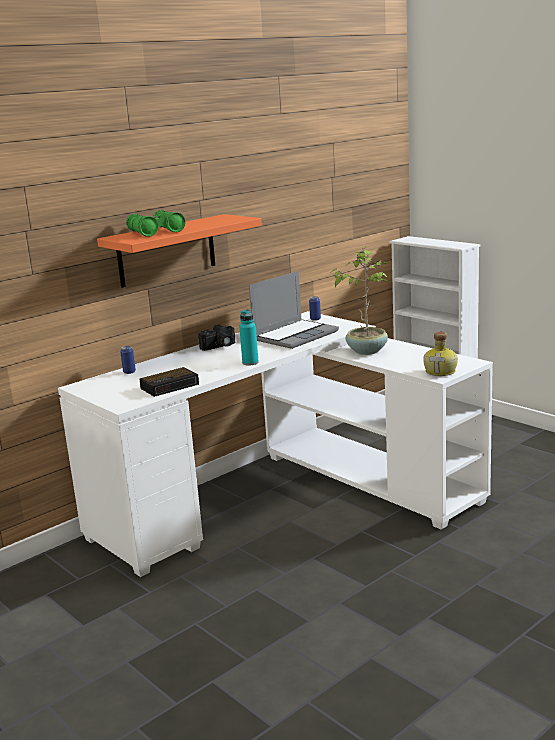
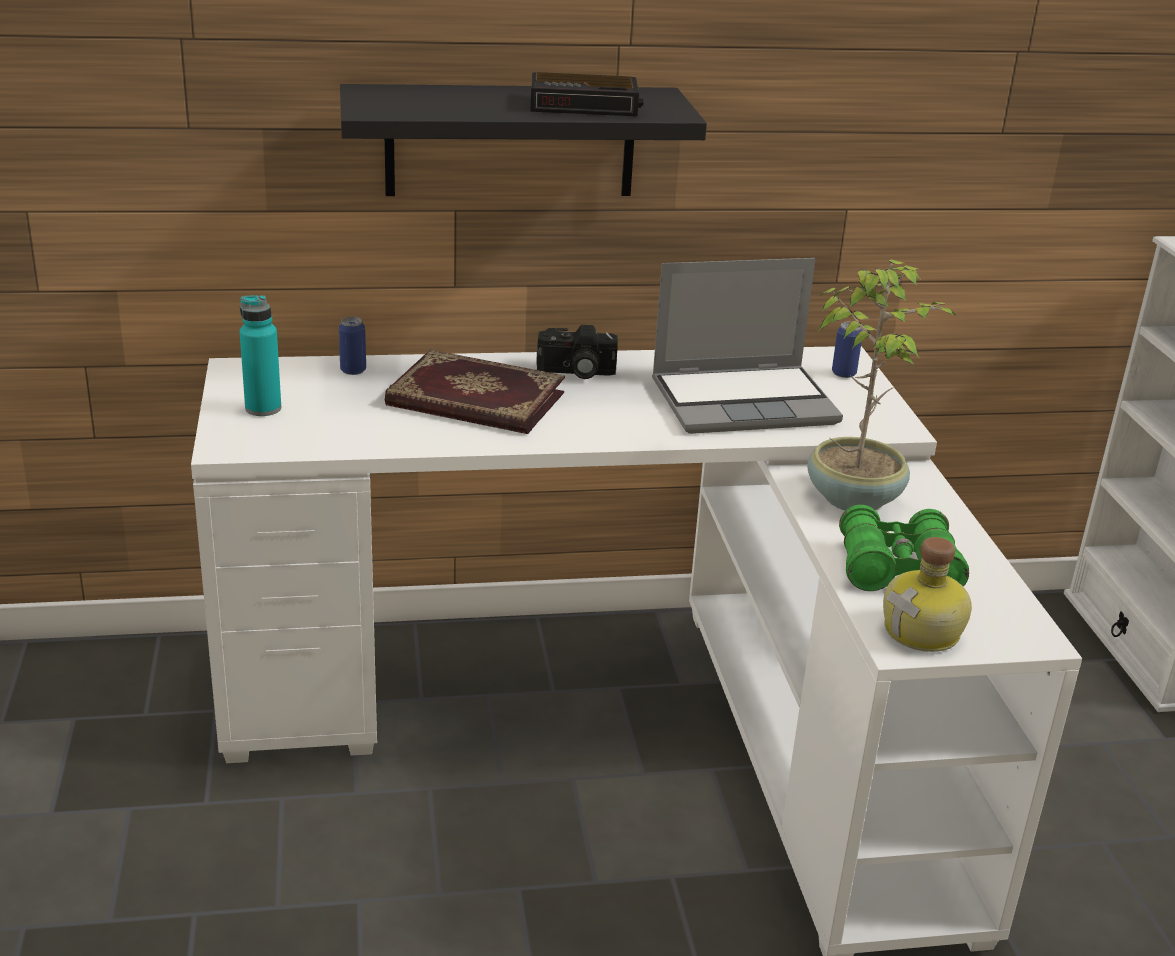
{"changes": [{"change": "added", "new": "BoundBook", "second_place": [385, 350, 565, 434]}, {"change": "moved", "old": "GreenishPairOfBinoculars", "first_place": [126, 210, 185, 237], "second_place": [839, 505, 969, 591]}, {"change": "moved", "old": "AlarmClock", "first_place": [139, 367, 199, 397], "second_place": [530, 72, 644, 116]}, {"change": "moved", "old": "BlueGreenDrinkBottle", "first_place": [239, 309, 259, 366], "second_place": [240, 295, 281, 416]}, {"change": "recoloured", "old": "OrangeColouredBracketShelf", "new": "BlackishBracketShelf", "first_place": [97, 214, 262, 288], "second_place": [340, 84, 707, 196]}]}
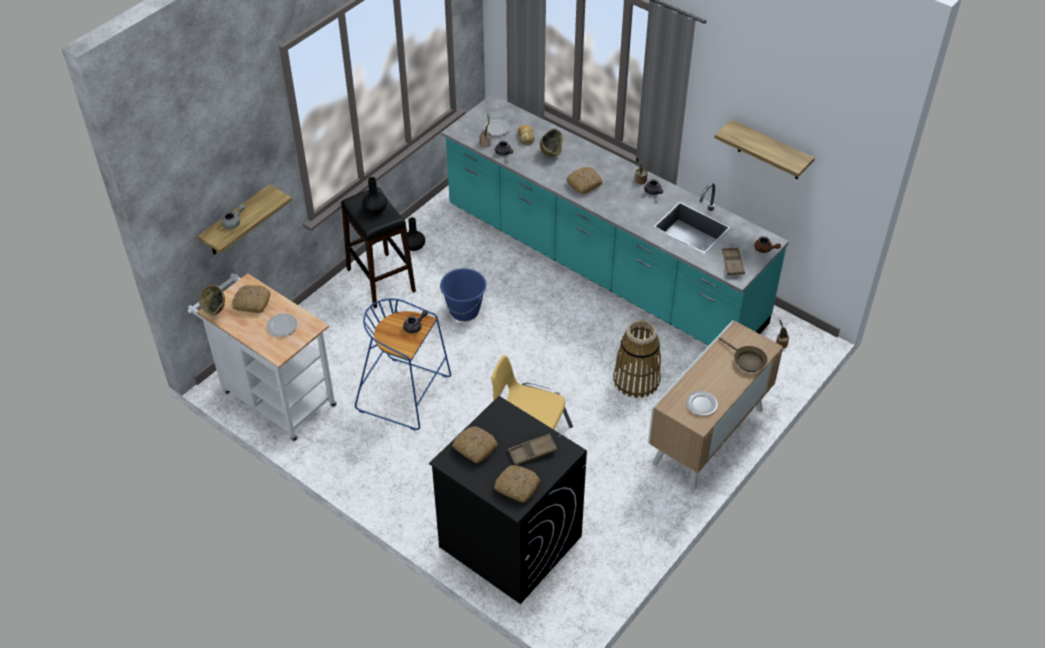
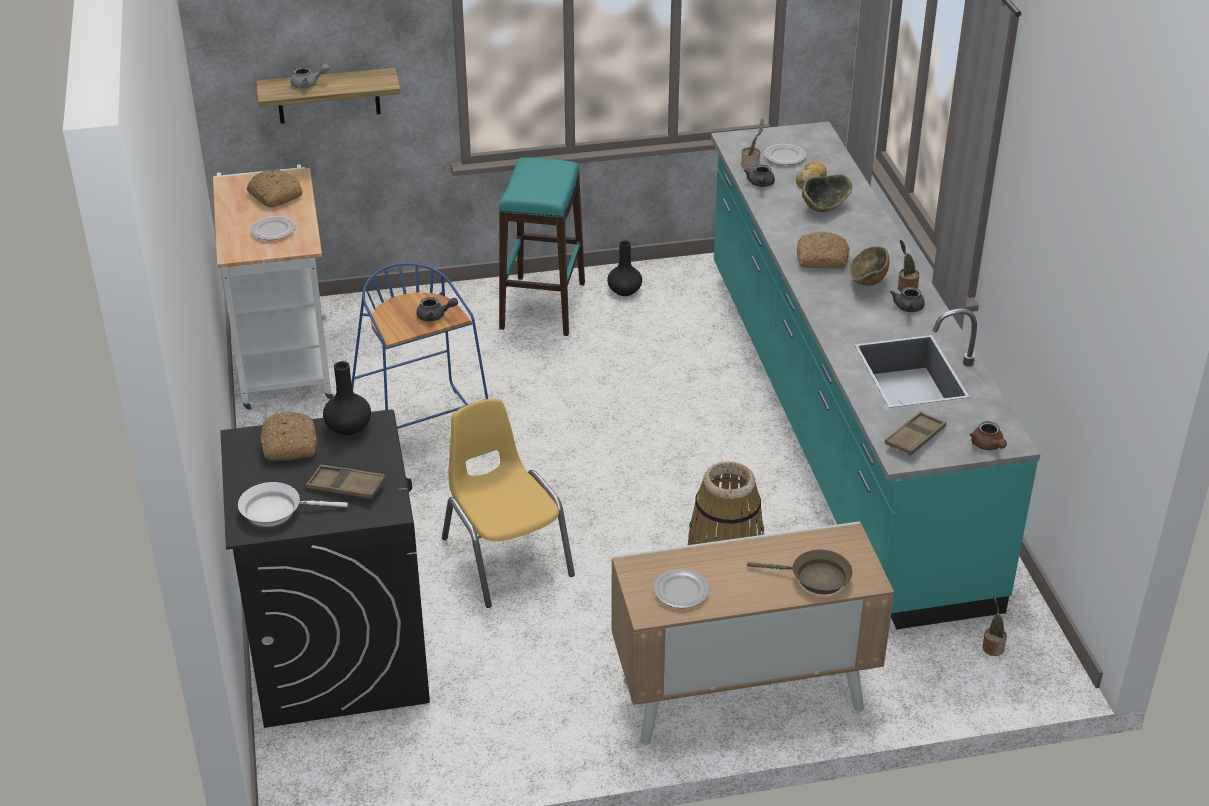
{"changes": [{"change": "removed", "old": "BluishBucket", "first_place": [440, 268, 487, 321]}, {"change": "removed", "old": "BracketShelf", "first_place": [714, 119, 815, 179]}, {"change": "moved", "old": "DeepDish", "first_place": [199, 285, 225, 315], "second_place": [850, 246, 889, 286]}, {"change": "moved", "old": "BlackishFlowerVase", "first_place": [362, 177, 387, 214], "second_place": [323, 361, 371, 435]}, {"change": "replaced", "old": "Bread", "new": "WhitishFryingPan", "first_place": [494, 465, 540, 502], "second_place": [238, 482, 348, 527]}, {"change": "recoloured", "old": "BlackishStoolSeat", "new": "BlueGreenStoolSeat", "first_place": [341, 187, 416, 309], "second_place": [499, 158, 585, 336]}, {"change": "turned", "old": "BrownColouredFryingPan", "first_place": [719, 337, 767, 372], "second_place": [747, 550, 853, 594], "degrees": -75}]}
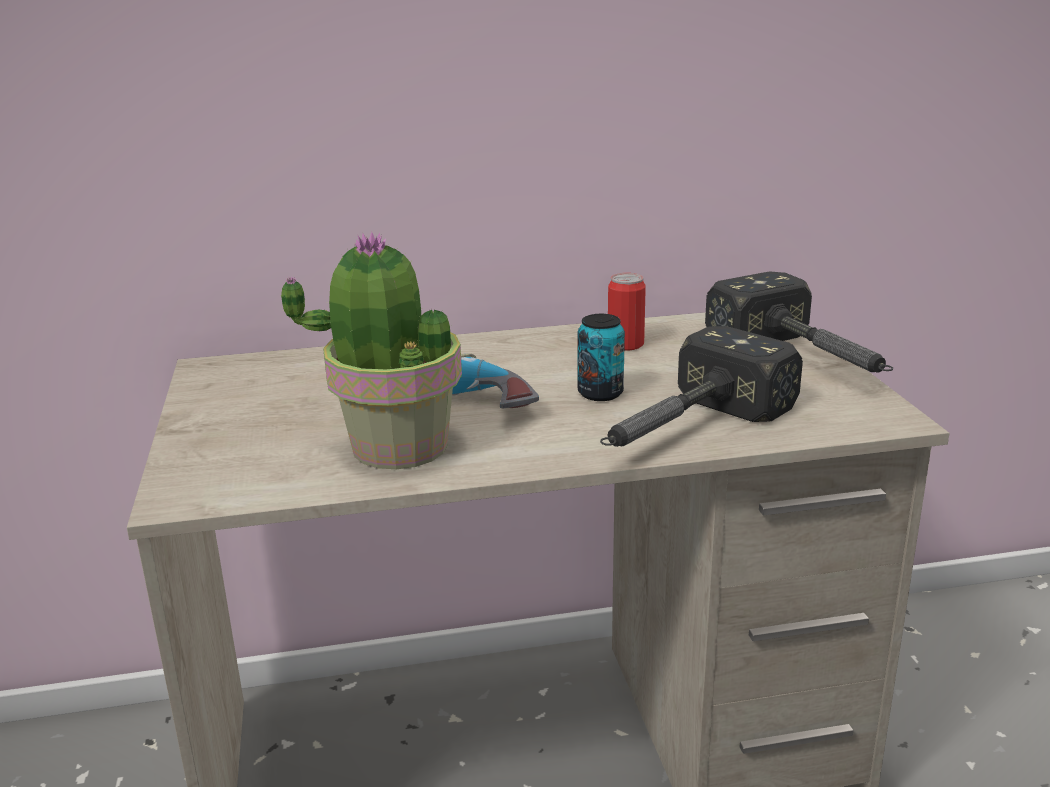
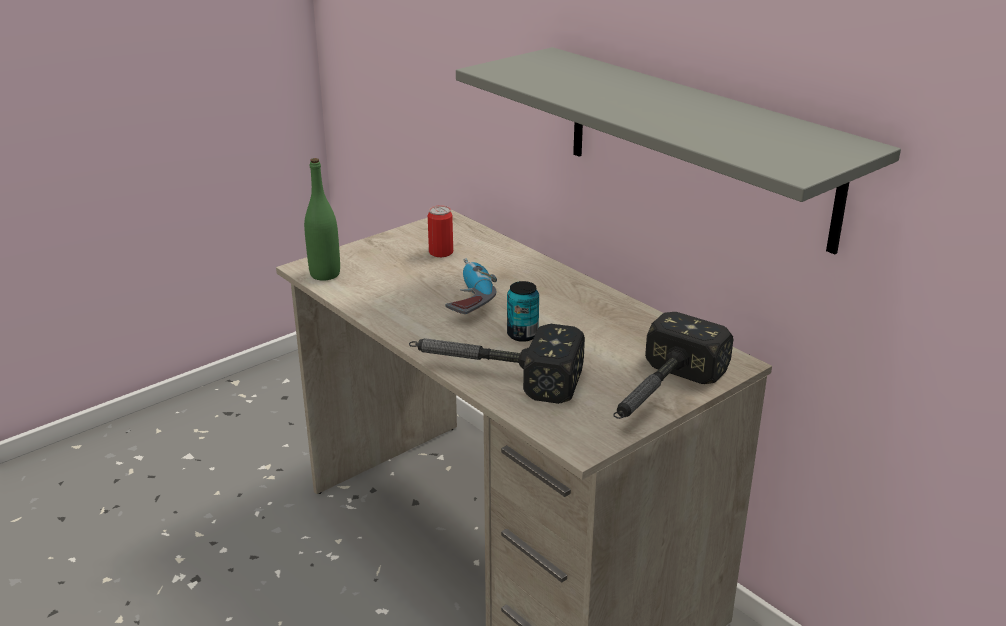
{"changes": [{"change": "removed", "old": "Houseplant", "first_place": [281, 232, 462, 469]}, {"change": "added", "new": "GreenishDrinkBottle", "second_place": [304, 158, 340, 280]}, {"change": "added", "new": "GreyishBracketShelf", "second_place": [456, 47, 901, 254]}, {"change": "moved", "old": "Can", "first_place": [608, 273, 646, 351], "second_place": [428, 205, 453, 257]}]}
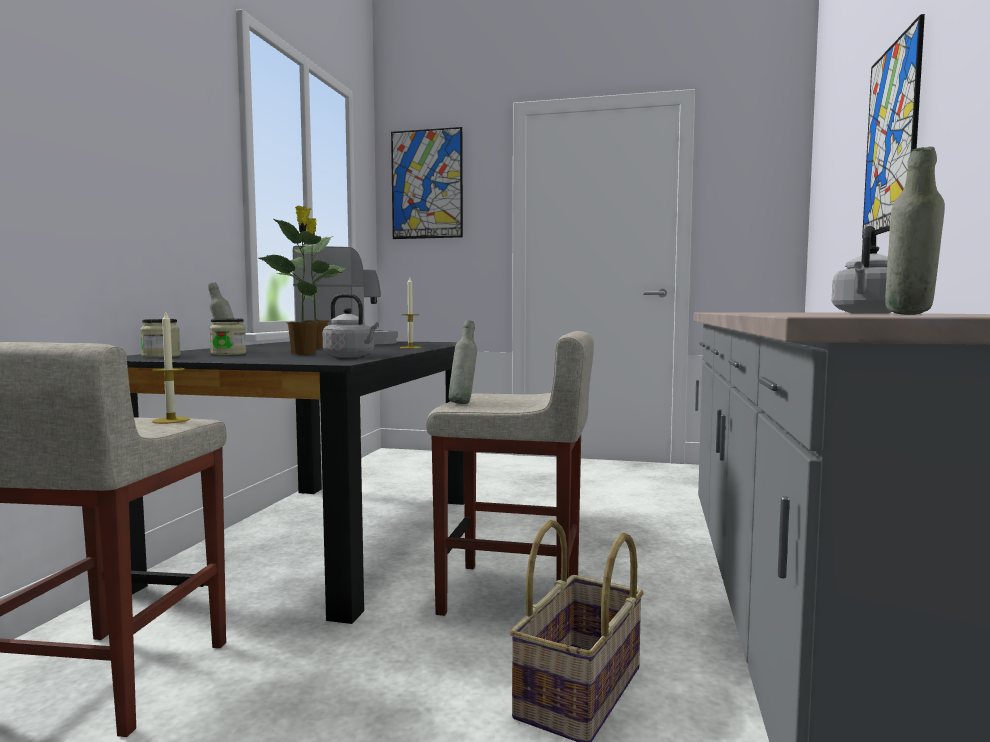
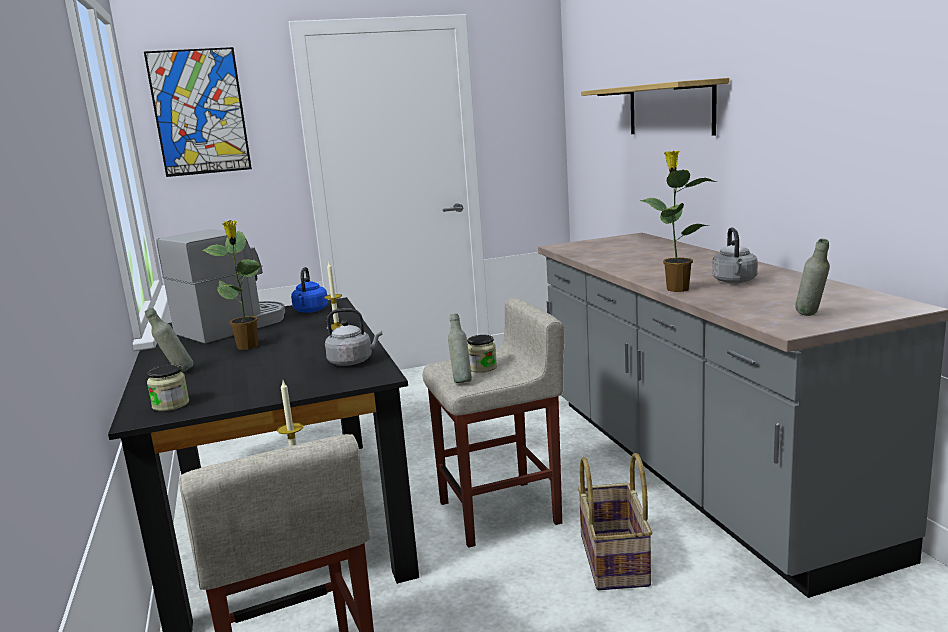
{"changes": [{"change": "added", "new": "BluishWaterKettle", "second_place": [291, 267, 328, 313]}, {"change": "moved", "old": "PreserveJar", "first_place": [209, 318, 246, 355], "second_place": [467, 335, 497, 373]}, {"change": "moved", "old": "Houseplant", "first_place": [259, 206, 343, 354], "second_place": [640, 150, 716, 292]}, {"change": "replaced", "old": "WallArt", "new": "BracketShelf", "first_place": [862, 14, 925, 239], "second_place": [581, 78, 729, 136]}]}
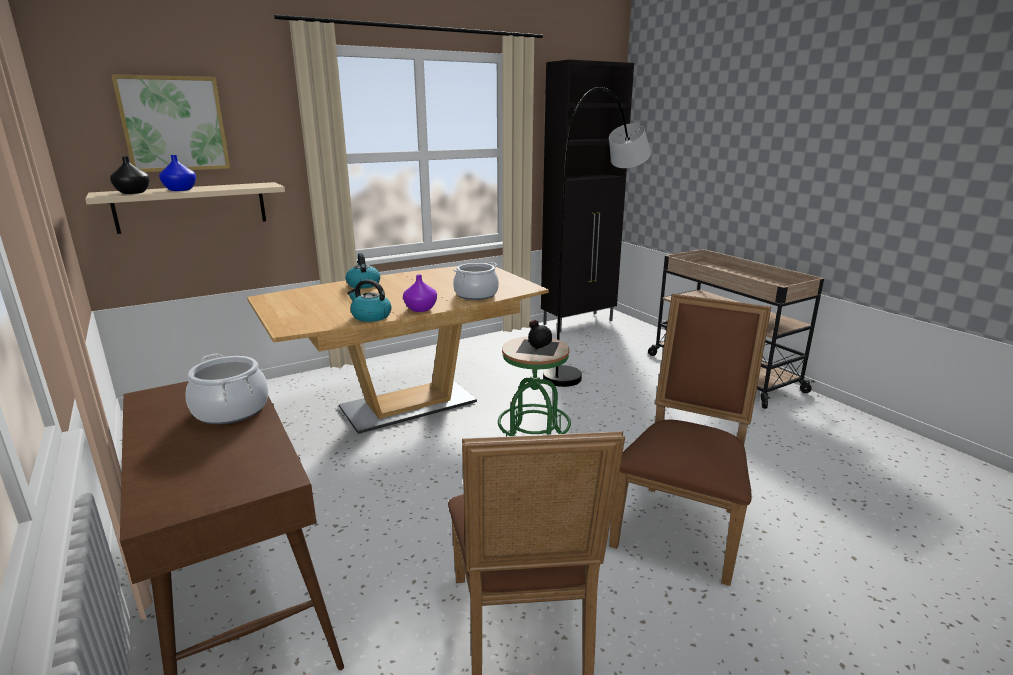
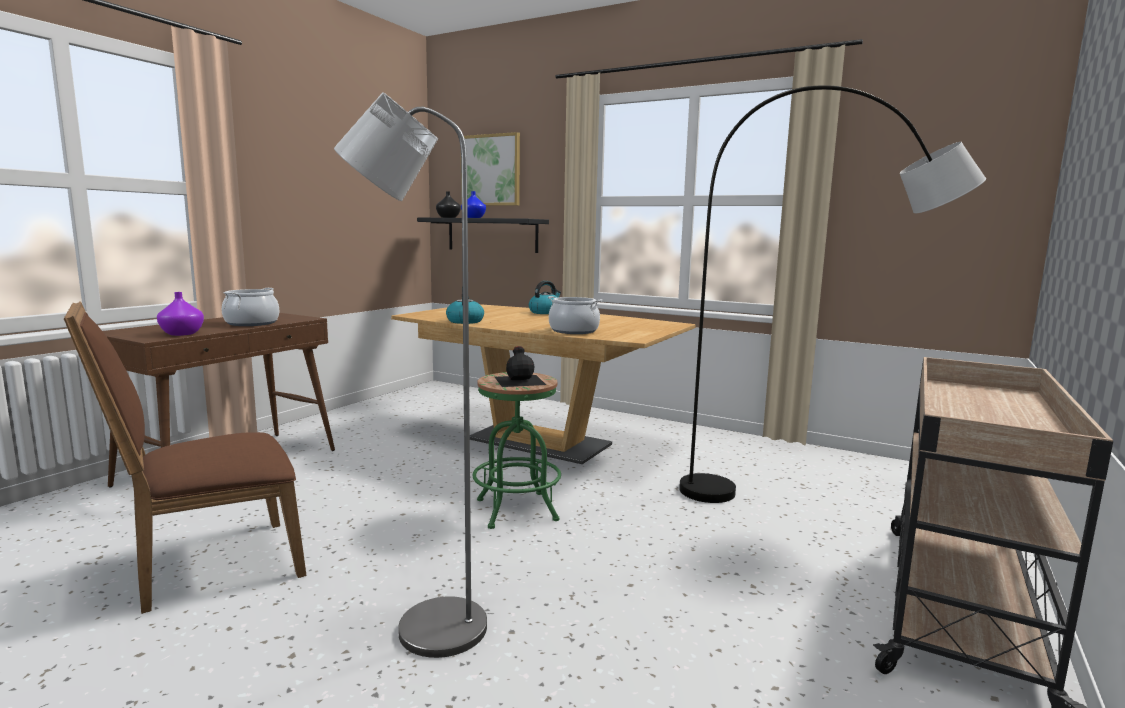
{"changes": [{"change": "removed", "old": "BlackishCupboard", "first_place": [541, 60, 634, 332]}, {"change": "moved", "old": "PurpleFlowerVase", "first_place": [403, 275, 437, 312], "second_place": [157, 292, 204, 336]}, {"change": "replaced", "old": "BrownColouredChair", "new": "GreyishFloorLamp", "first_place": [609, 294, 771, 586], "second_place": [334, 92, 487, 658]}, {"change": "recoloured", "old": "BeigeColouredBracketShelf", "new": "BlackishBracketShelf", "first_place": [85, 182, 285, 234], "second_place": [417, 217, 549, 253]}]}
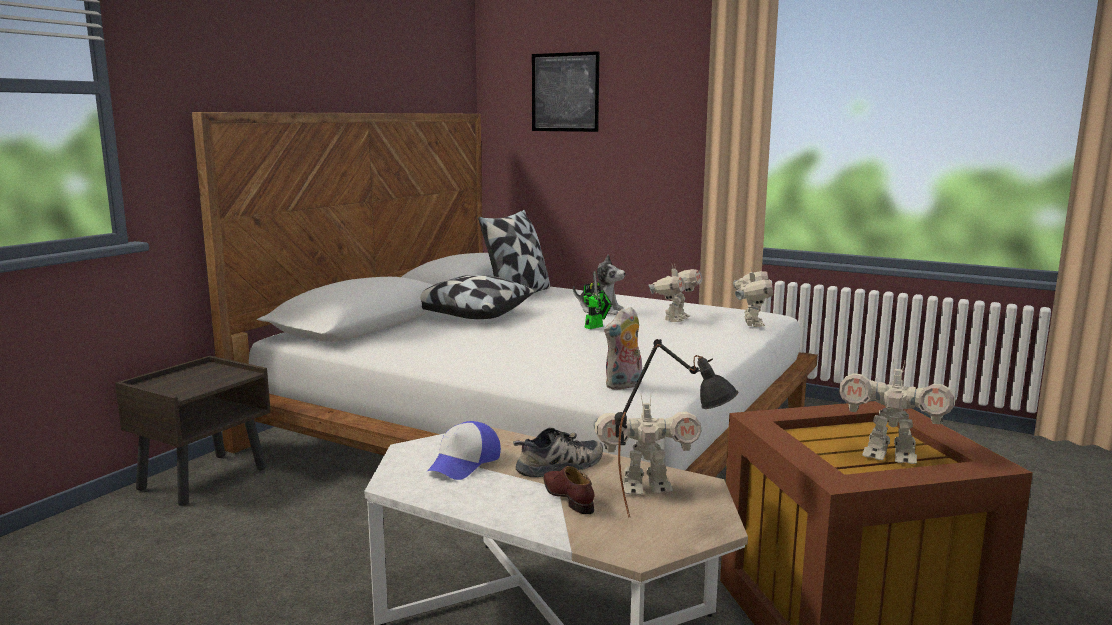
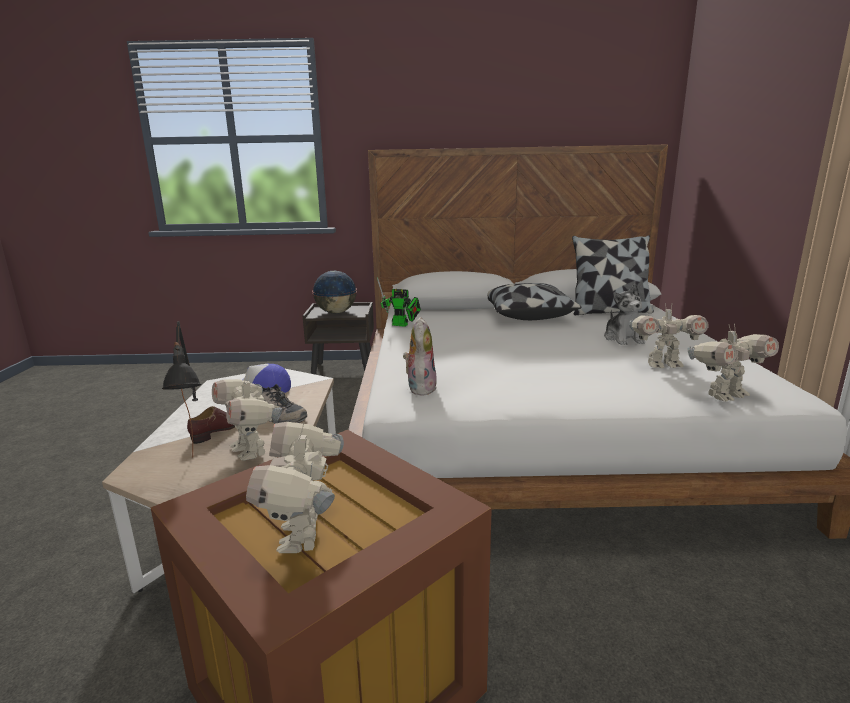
{"changes": [{"change": "removed", "old": "WallArt", "first_place": [532, 51, 599, 132]}, {"change": "added", "new": "Globe", "second_place": [312, 271, 357, 314]}, {"change": "moved", "old": "RobotFigure", "first_place": [583, 271, 612, 329], "second_place": [377, 277, 421, 327]}, {"change": "turned", "old": "CuddlyToy", "first_place": [604, 307, 642, 390], "second_place": [403, 317, 437, 395], "degrees": 75}]}
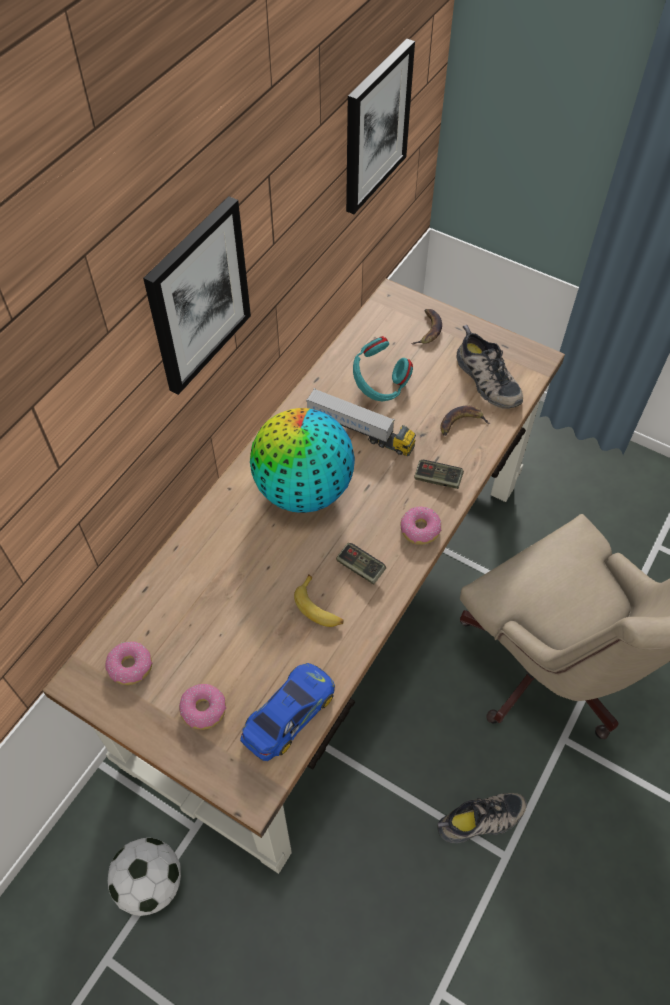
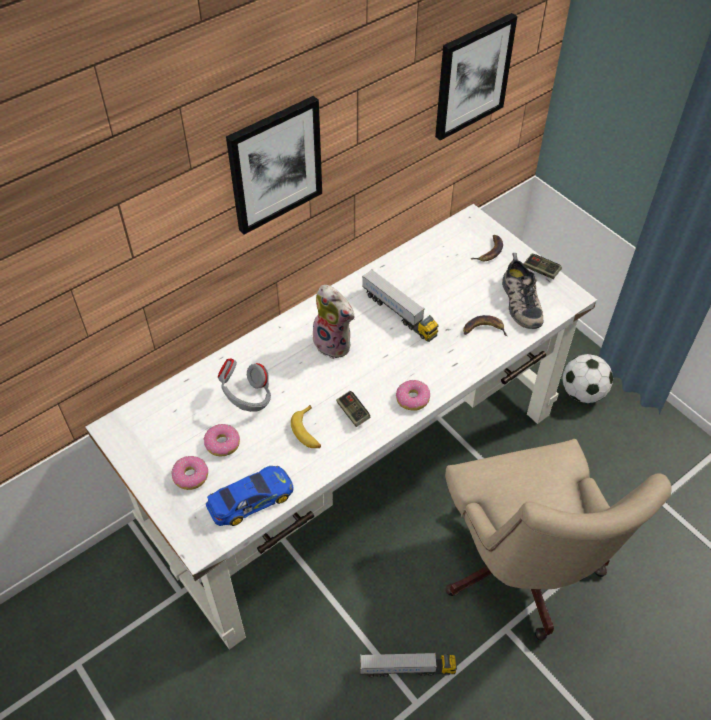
{"changes": [{"change": "removed", "old": "BlueGreenHeadphones", "first_place": [353, 336, 413, 401]}, {"change": "added", "new": "GreyishHeadphones", "second_place": [218, 359, 271, 412]}, {"change": "moved", "old": "Doughnut", "first_place": [105, 641, 152, 685], "second_place": [204, 424, 240, 457]}, {"change": "moved", "old": "FootballBall", "first_place": [108, 838, 181, 916], "second_place": [563, 354, 613, 403]}, {"change": "moved", "old": "Joypad", "first_place": [414, 460, 464, 489], "second_place": [524, 254, 562, 279]}, {"change": "replaced", "old": "Globe", "new": "CuddlyToy", "first_place": [250, 408, 355, 513], "second_place": [313, 285, 355, 359]}, {"change": "replaced", "old": "ItemOfFootwear", "new": "ToyTruck", "first_place": [437, 793, 527, 843], "second_place": [360, 652, 457, 677]}, {"change": "recoloured", "old": "BrownColouredDeskTable", "new": "WhitishDeskTable", "first_place": [42, 278, 565, 874], "second_place": [85, 204, 597, 650]}]}
